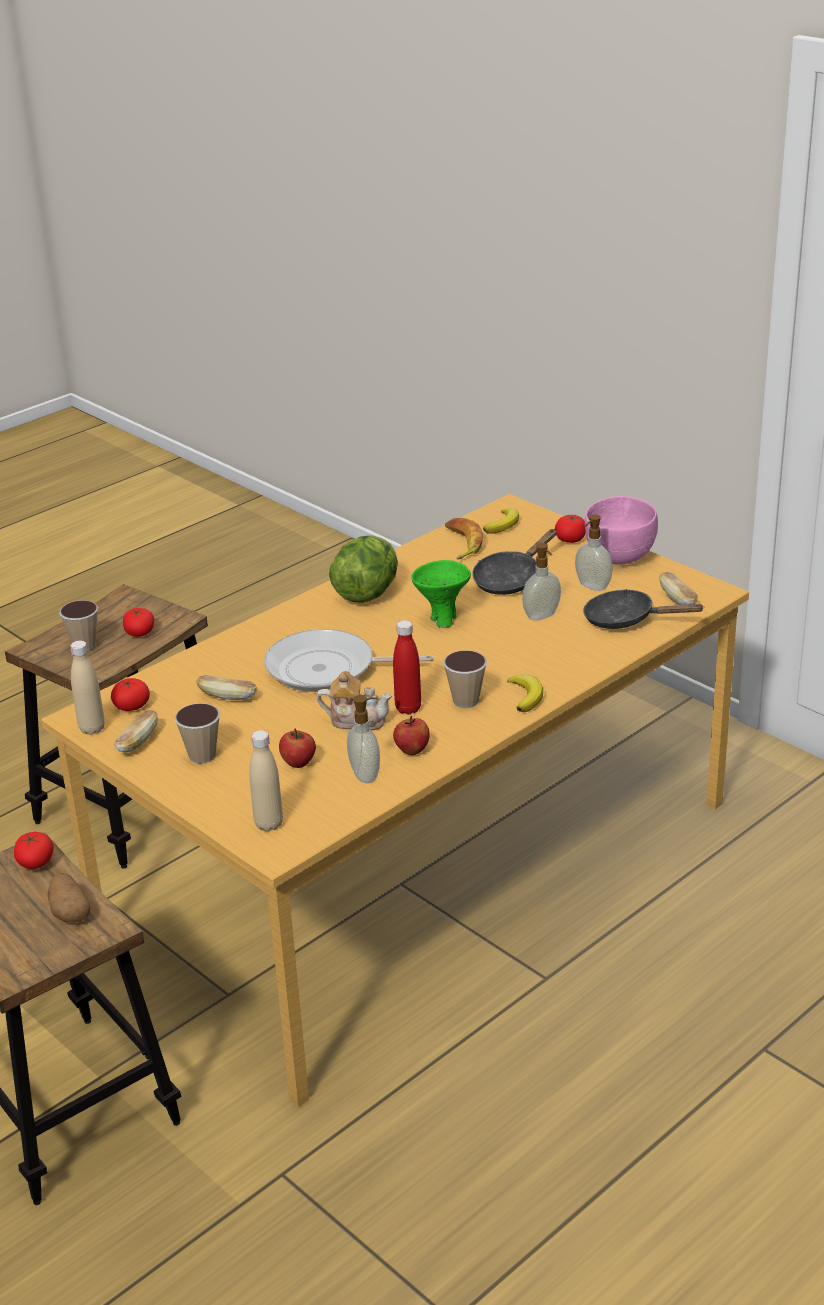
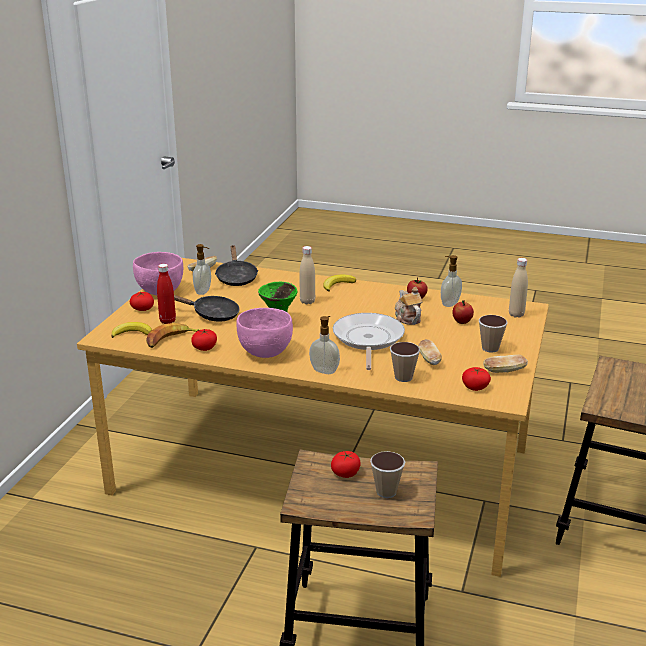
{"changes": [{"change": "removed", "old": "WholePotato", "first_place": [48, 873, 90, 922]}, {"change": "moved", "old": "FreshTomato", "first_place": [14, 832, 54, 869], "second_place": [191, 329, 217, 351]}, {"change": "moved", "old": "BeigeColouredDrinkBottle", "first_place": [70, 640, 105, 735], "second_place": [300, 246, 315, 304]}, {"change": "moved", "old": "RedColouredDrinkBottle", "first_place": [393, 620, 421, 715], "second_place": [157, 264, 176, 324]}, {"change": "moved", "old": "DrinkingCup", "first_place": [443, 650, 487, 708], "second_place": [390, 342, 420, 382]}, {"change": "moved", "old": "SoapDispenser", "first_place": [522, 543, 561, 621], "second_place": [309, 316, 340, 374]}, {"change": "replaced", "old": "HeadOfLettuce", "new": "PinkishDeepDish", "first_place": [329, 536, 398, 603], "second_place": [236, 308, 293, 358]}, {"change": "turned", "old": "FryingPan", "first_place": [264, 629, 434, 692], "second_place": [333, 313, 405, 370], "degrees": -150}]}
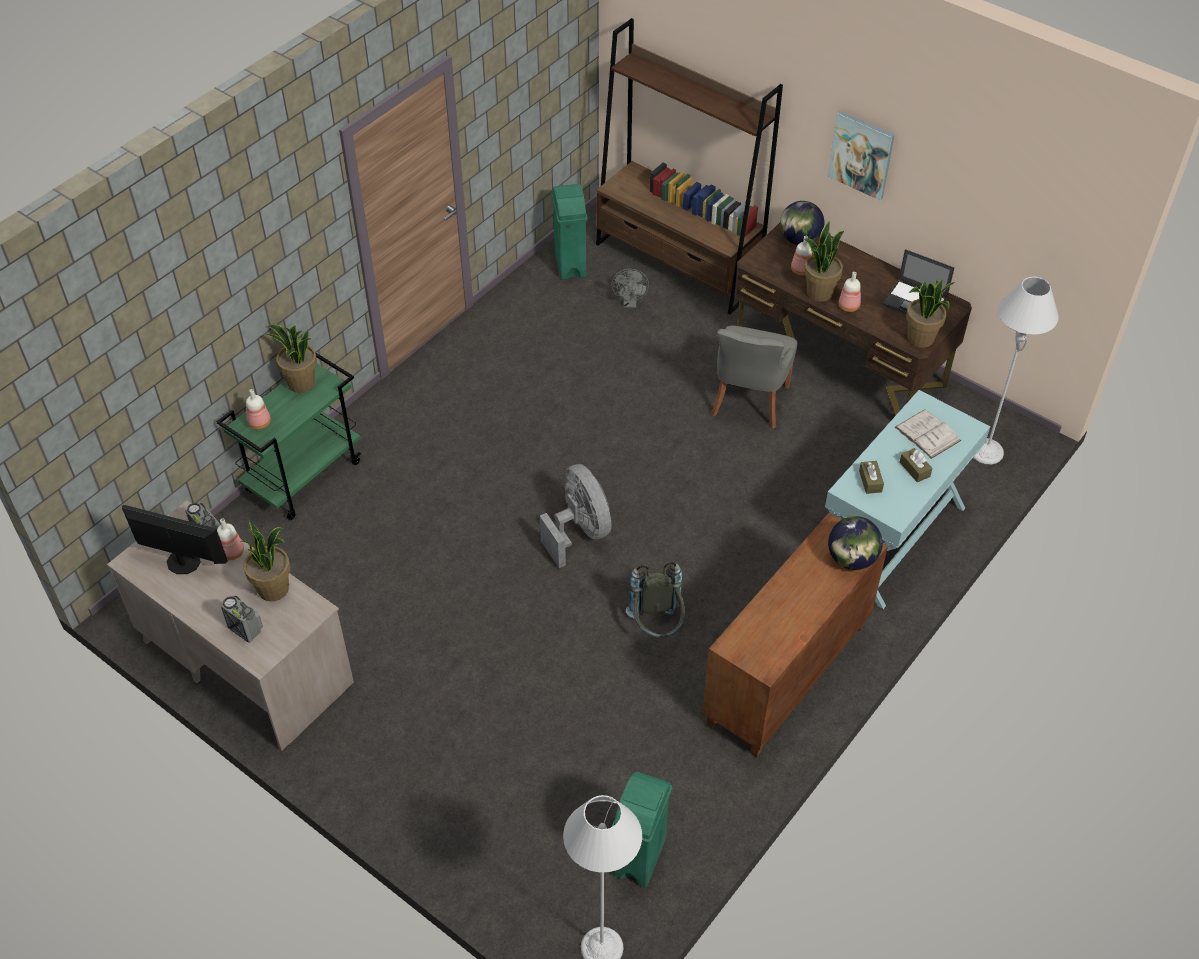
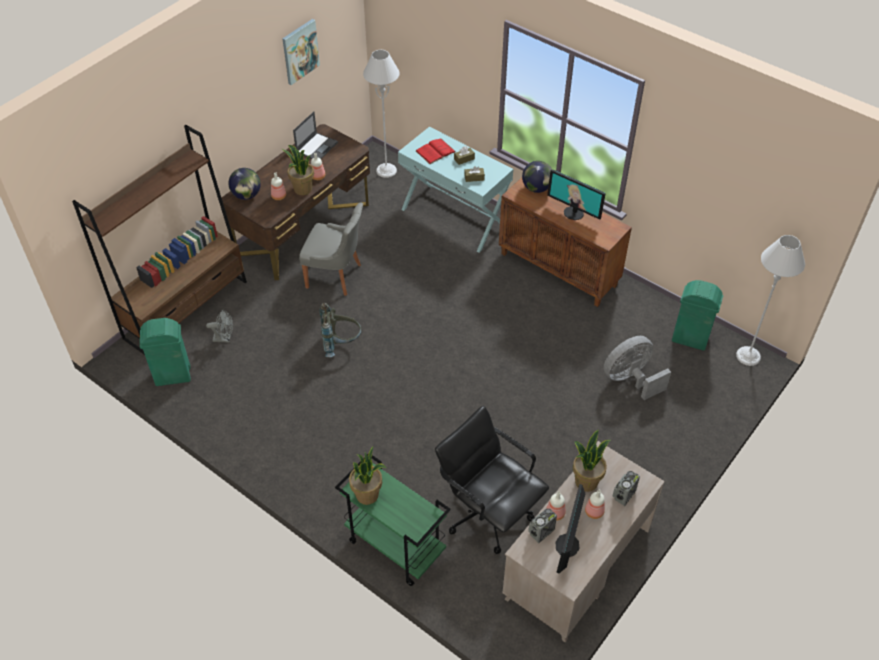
{"changes": [{"change": "removed", "old": "Houseplant", "first_place": [906, 279, 955, 348]}, {"change": "added", "new": "BlackishDeskChair", "second_place": [435, 406, 549, 554]}, {"change": "added", "new": "Monitor", "second_place": [547, 169, 606, 220]}, {"change": "moved", "old": "DrinkBottle", "first_place": [246, 389, 271, 430], "second_place": [585, 490, 605, 519]}, {"change": "moved", "old": "GreyishCoolingFan", "first_place": [540, 464, 611, 568], "second_place": [604, 336, 671, 400]}, {"change": "moved", "old": "GreyishBackpack", "first_place": [626, 562, 685, 638], "second_place": [320, 303, 362, 357]}, {"change": "moved", "old": "WallArt", "first_place": [828, 111, 895, 200], "second_place": [283, 19, 320, 85]}, {"change": "recoloured", "old": "WhitishBoundBook", "new": "RedColouredBoundBook", "first_place": [895, 410, 961, 459], "second_place": [416, 138, 456, 164]}]}
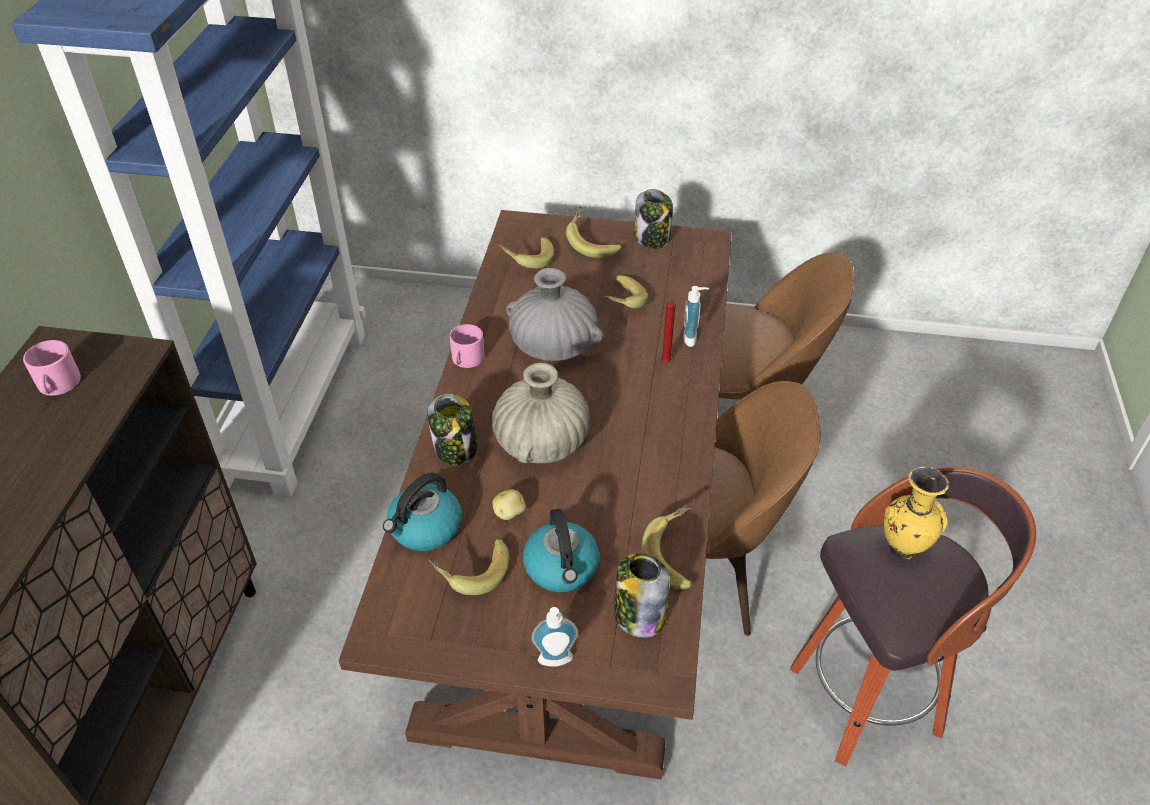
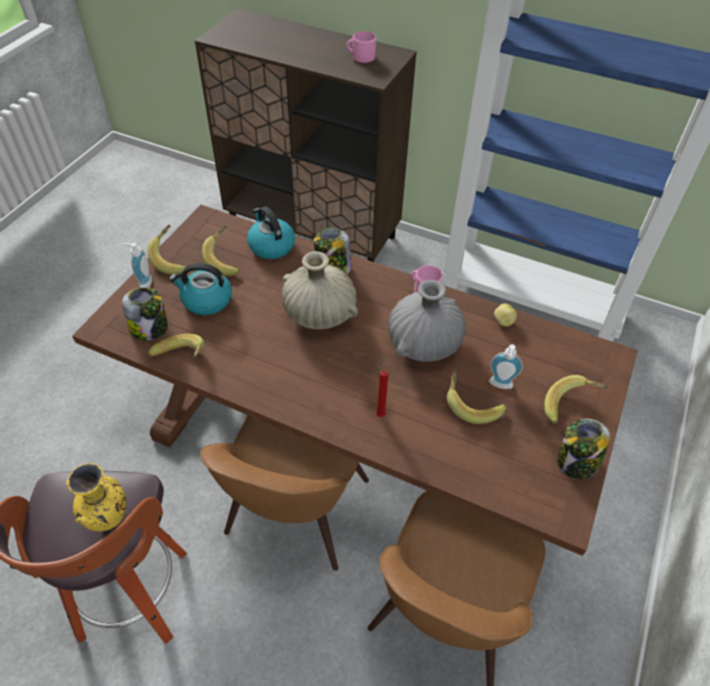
{"changes": [{"change": "moved", "old": "WholePotato", "first_place": [492, 489, 526, 520], "second_place": [494, 304, 517, 327]}, {"change": "moved", "old": "Banana", "first_place": [498, 237, 554, 269], "second_place": [147, 225, 186, 275]}, {"change": "moved", "old": "SoapDispenser", "first_place": [683, 286, 709, 347], "second_place": [489, 344, 523, 389]}]}
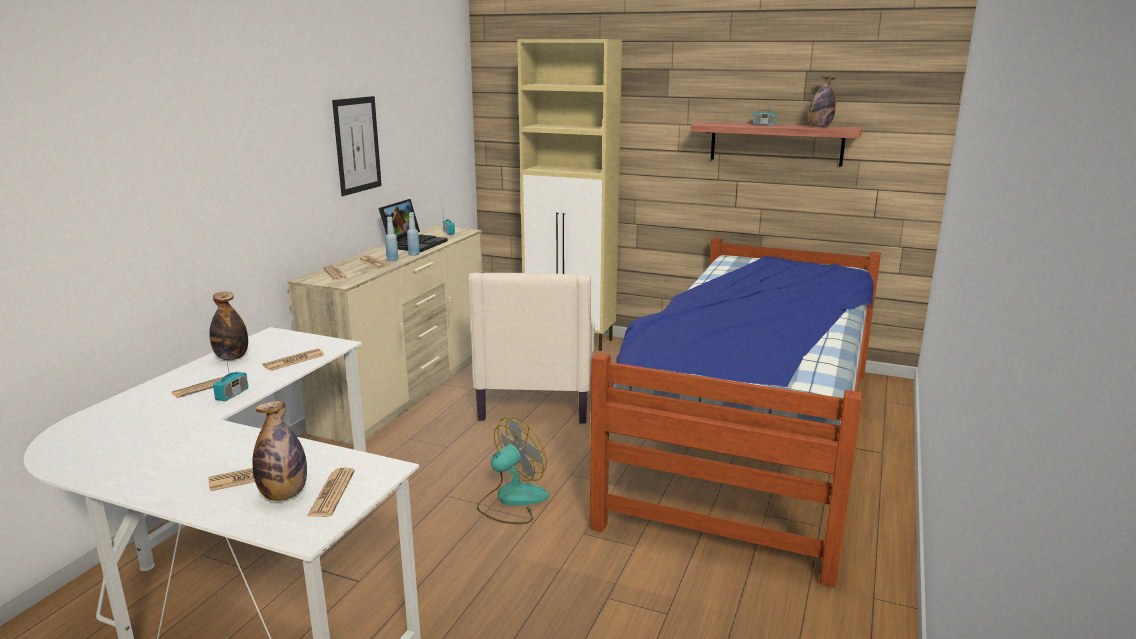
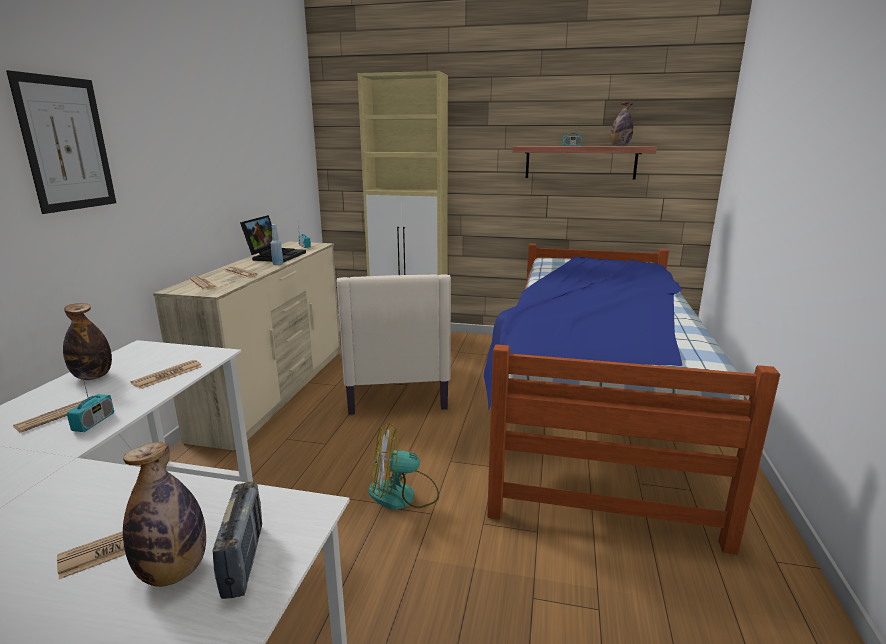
{"changes": [{"change": "removed", "old": "BluishDrinkBottle", "first_place": [385, 217, 399, 261]}, {"change": "moved", "old": "WallArt", "first_place": [332, 96, 382, 196], "second_place": [6, 70, 116, 214]}, {"change": "replaced", "old": "PrintedPaper", "new": "Radio", "first_place": [307, 468, 355, 517], "second_place": [212, 482, 262, 599]}, {"change": "turned", "old": "CoolingFan", "first_place": [477, 418, 549, 524], "second_place": [368, 423, 439, 510], "degrees": -135}]}
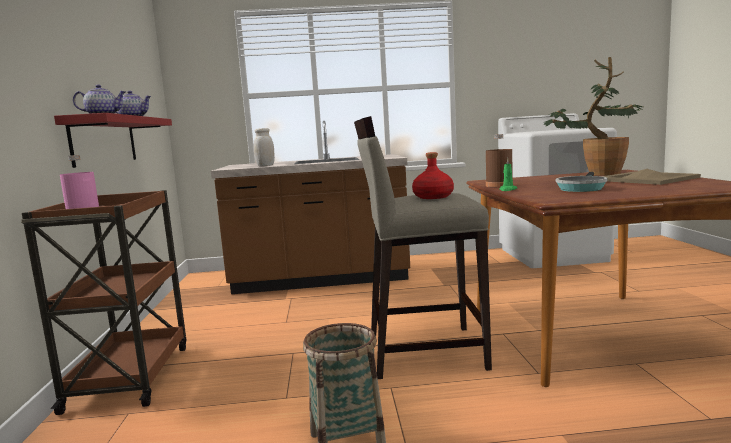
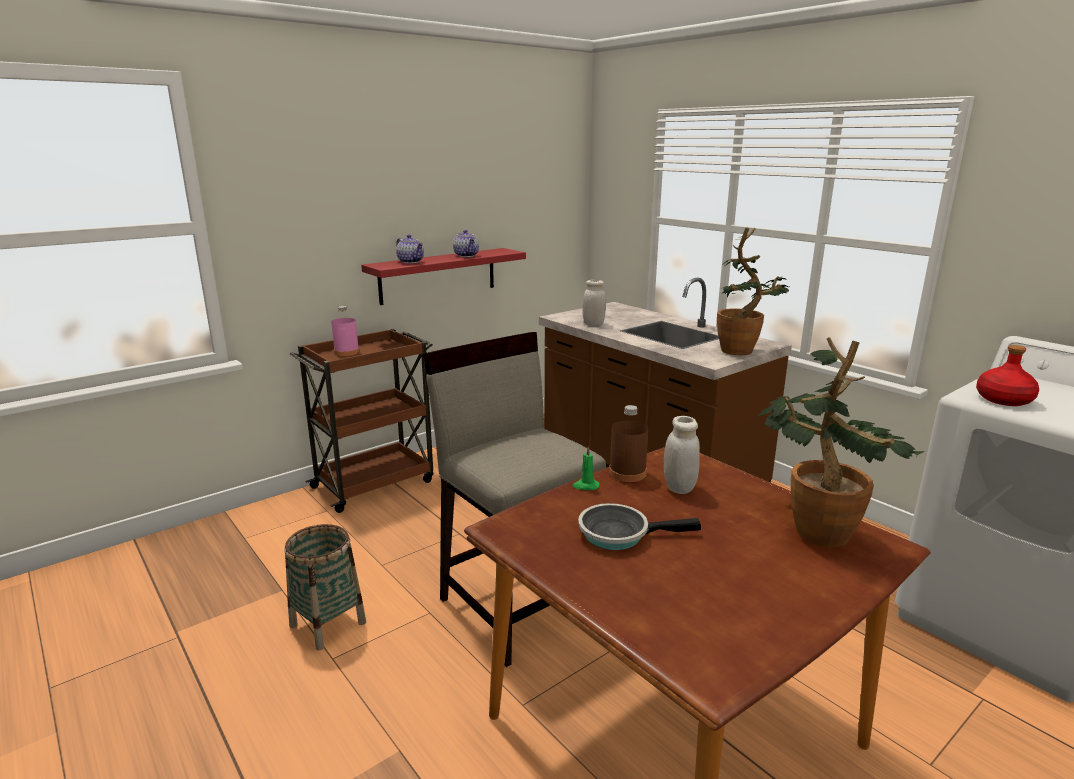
{"changes": [{"change": "removed", "old": "BeigeColouredServingTray", "first_place": [602, 169, 701, 185]}, {"change": "added", "new": "WhitishPreserveJar", "second_place": [664, 416, 700, 494]}, {"change": "added", "new": "Houseplant", "second_place": [717, 228, 789, 355]}, {"change": "moved", "old": "RedColouredDrinkBottle", "first_place": [412, 152, 454, 199], "second_place": [976, 345, 1039, 406]}]}
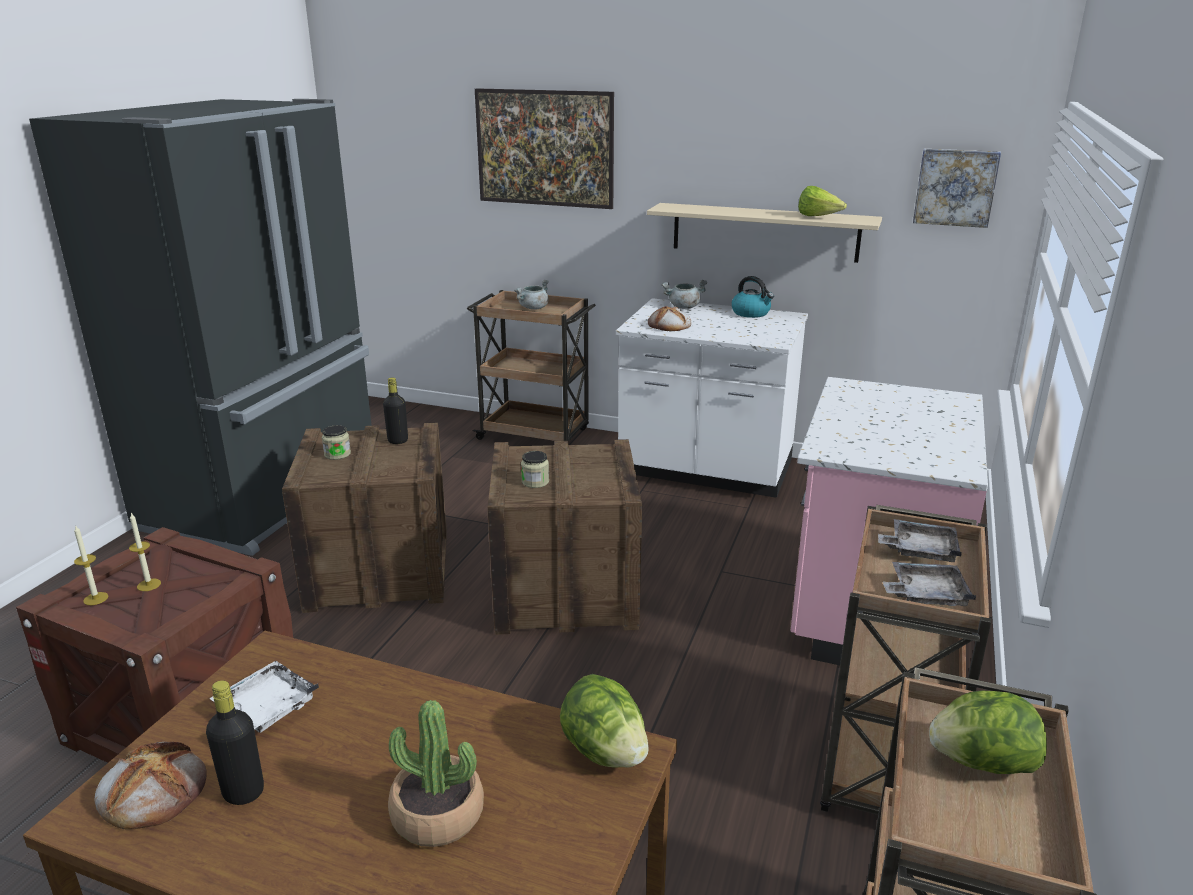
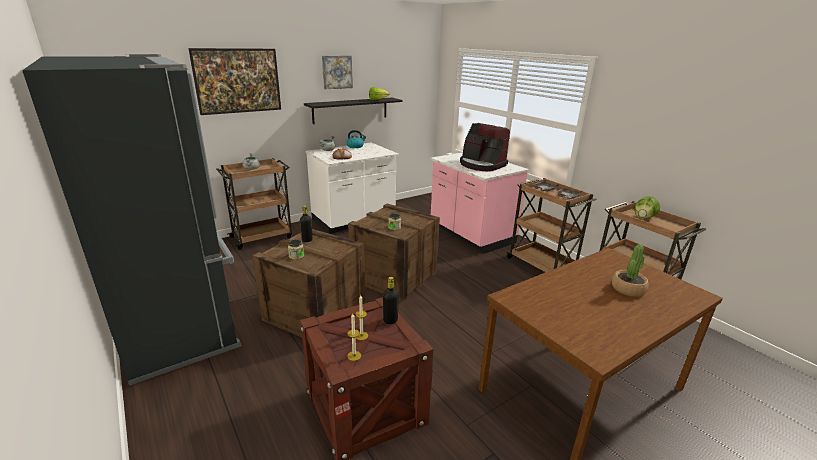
{"changes": [{"change": "removed", "old": "Bread", "first_place": [95, 742, 207, 830]}, {"change": "removed", "old": "WhitishServingTray", "first_place": [209, 661, 319, 733]}, {"change": "removed", "old": "HeadOfLettuce", "first_place": [560, 674, 649, 768]}, {"change": "added", "new": "CoffeeBrewer", "second_place": [460, 123, 510, 171]}, {"change": "moved", "old": "BlackishDrinkBottle", "first_place": [206, 680, 264, 805], "second_place": [383, 277, 399, 324]}, {"change": "moved", "old": "WallArt", "first_place": [913, 149, 1001, 228], "second_place": [322, 56, 353, 89]}, {"change": "recoloured", "old": "BeigeColouredBracketShelf", "new": "BlackishBracketShelf", "first_place": [647, 203, 882, 263], "second_place": [304, 97, 403, 124]}]}
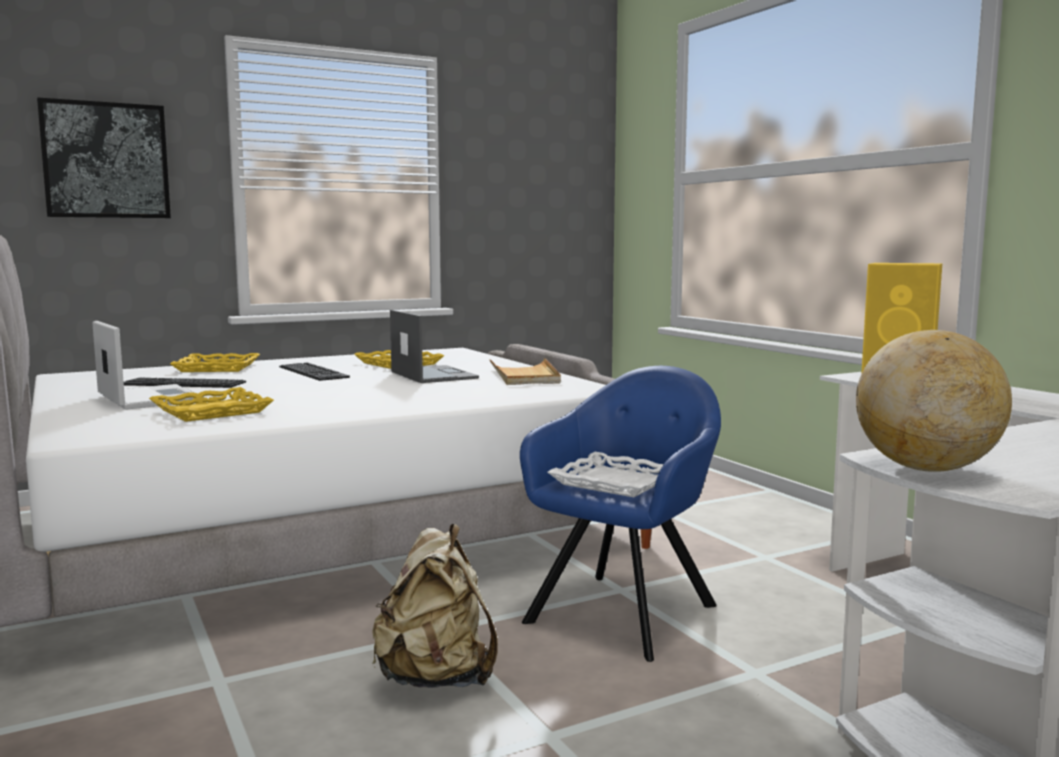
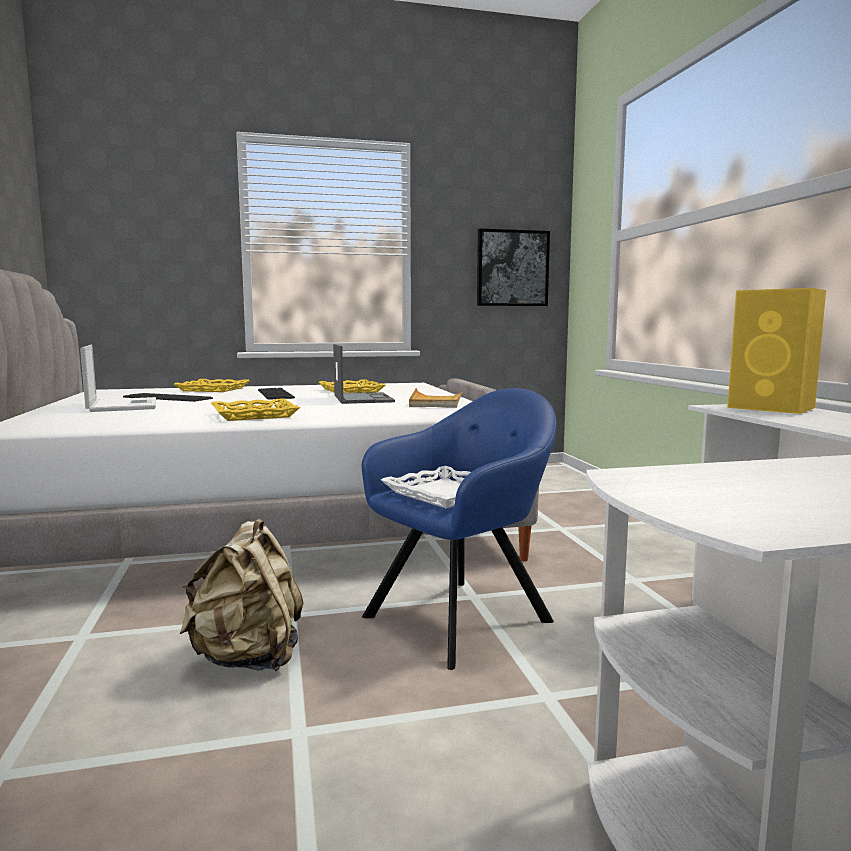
{"changes": [{"change": "removed", "old": "Globe", "first_place": [856, 330, 1012, 472]}, {"change": "moved", "old": "WallArt", "first_place": [37, 97, 171, 218], "second_place": [477, 229, 550, 306]}, {"change": "moved", "old": "YellowServingTray", "first_place": [149, 387, 274, 422], "second_place": [211, 398, 300, 421]}]}
